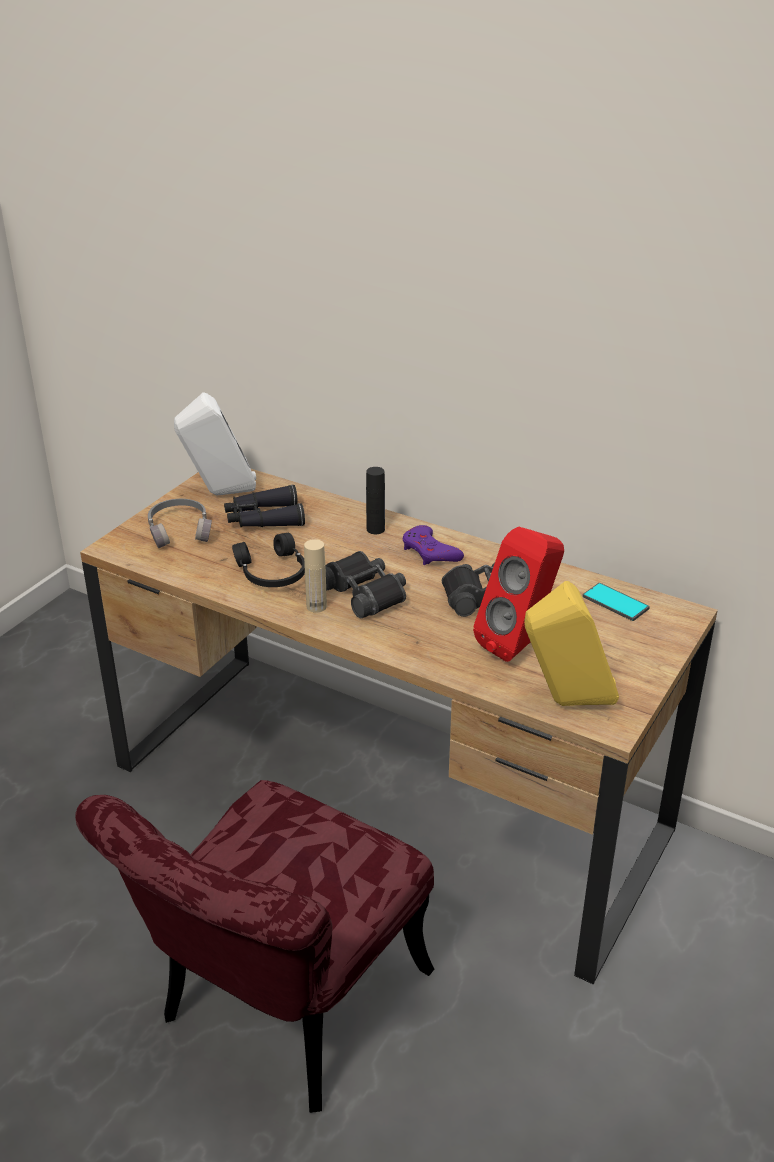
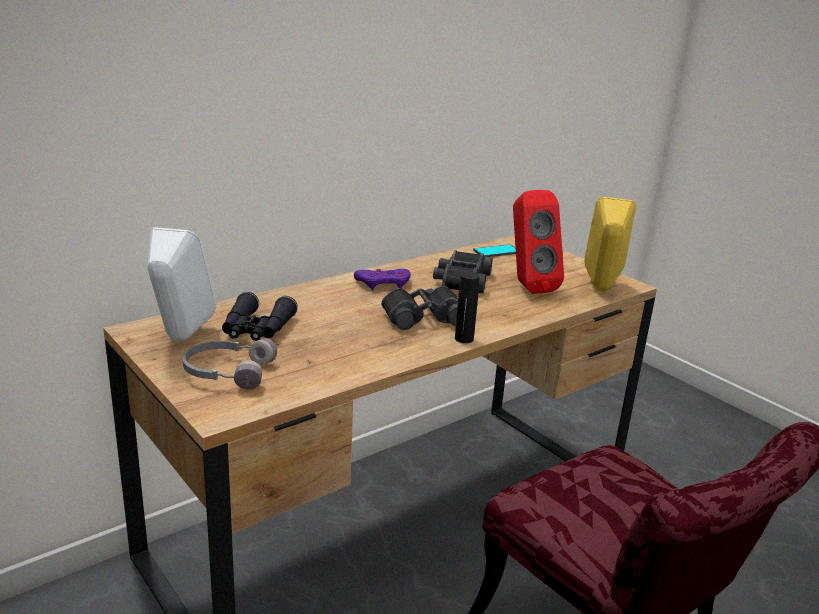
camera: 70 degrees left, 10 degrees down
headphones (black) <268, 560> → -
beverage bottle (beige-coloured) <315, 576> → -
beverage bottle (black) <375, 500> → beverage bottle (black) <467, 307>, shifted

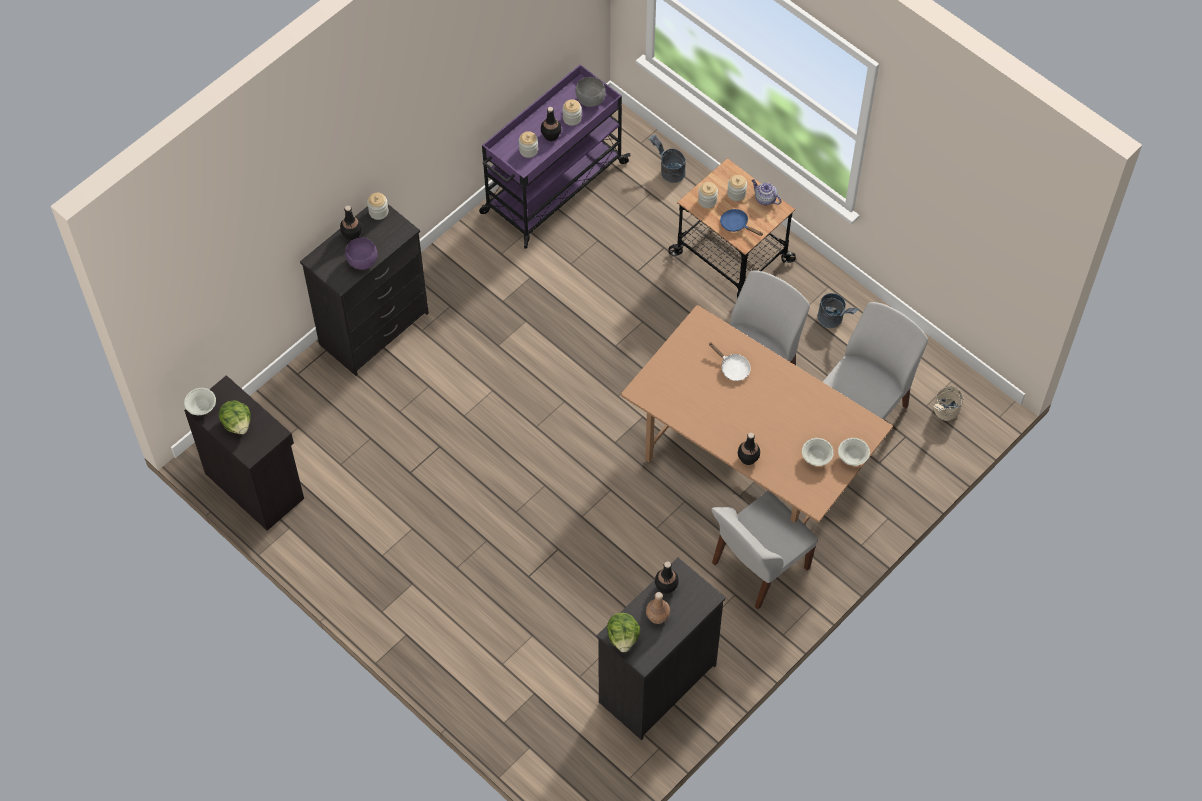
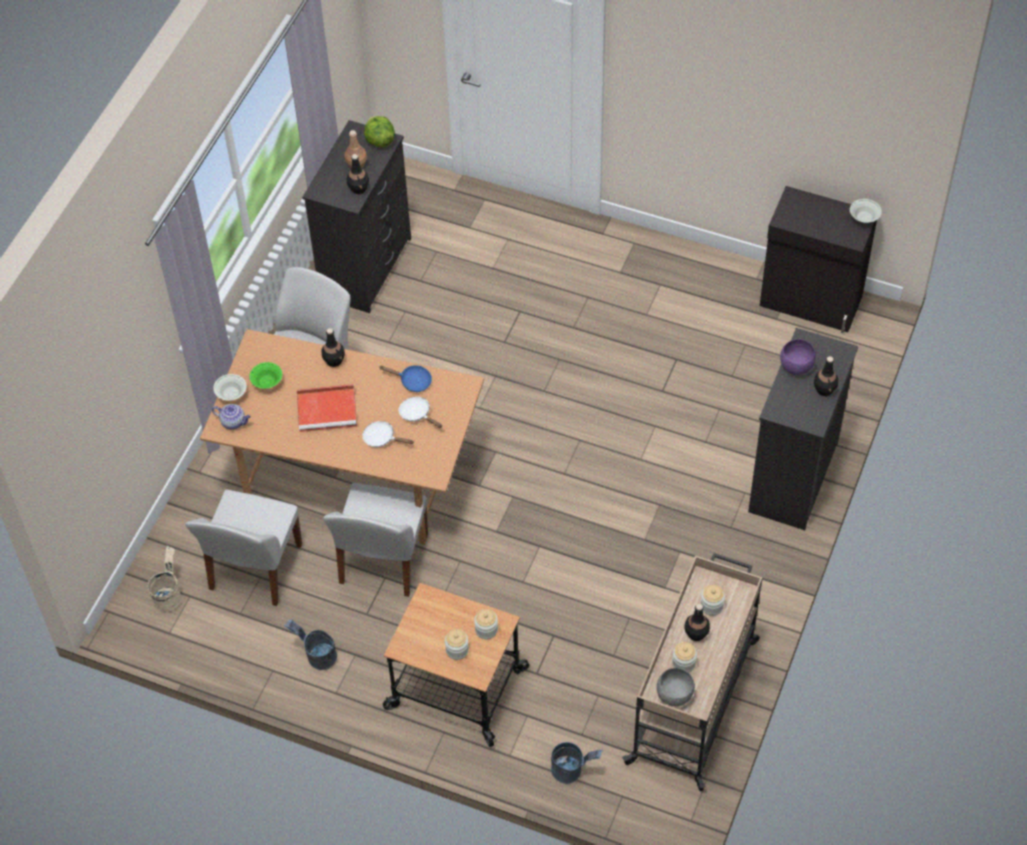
camera: 160 degrees right, 5 degrees down
lettuce <235, 417> → -
preserve jar <378, 206> → -
- → tray (red) <327, 408>
- → skillet (white-coloured) <420, 412>
skillet (bluish) <741, 222> → skillet (bluish) <406, 378>, shifted
teapot <766, 192> → teapot <231, 417>, shifted
wheeled cart (purplish) <555, 156> → wheeled cart (beige-coloured) <692, 672>
serving bowl (white-coloured) <818, 452> → serving bowl (green-coloured) <265, 375>

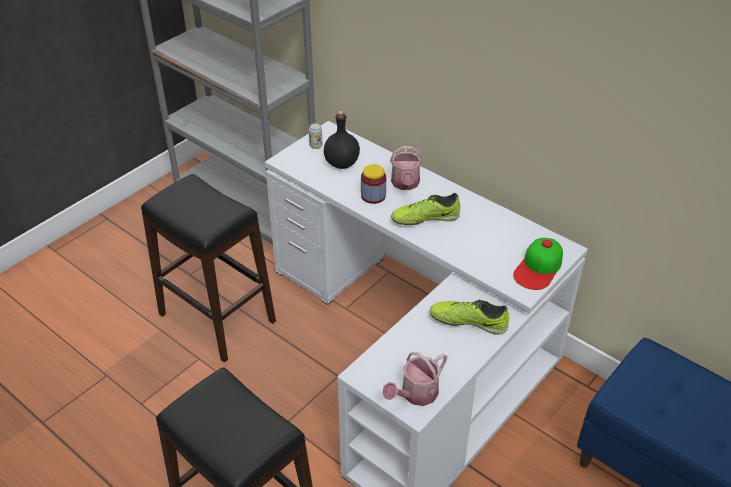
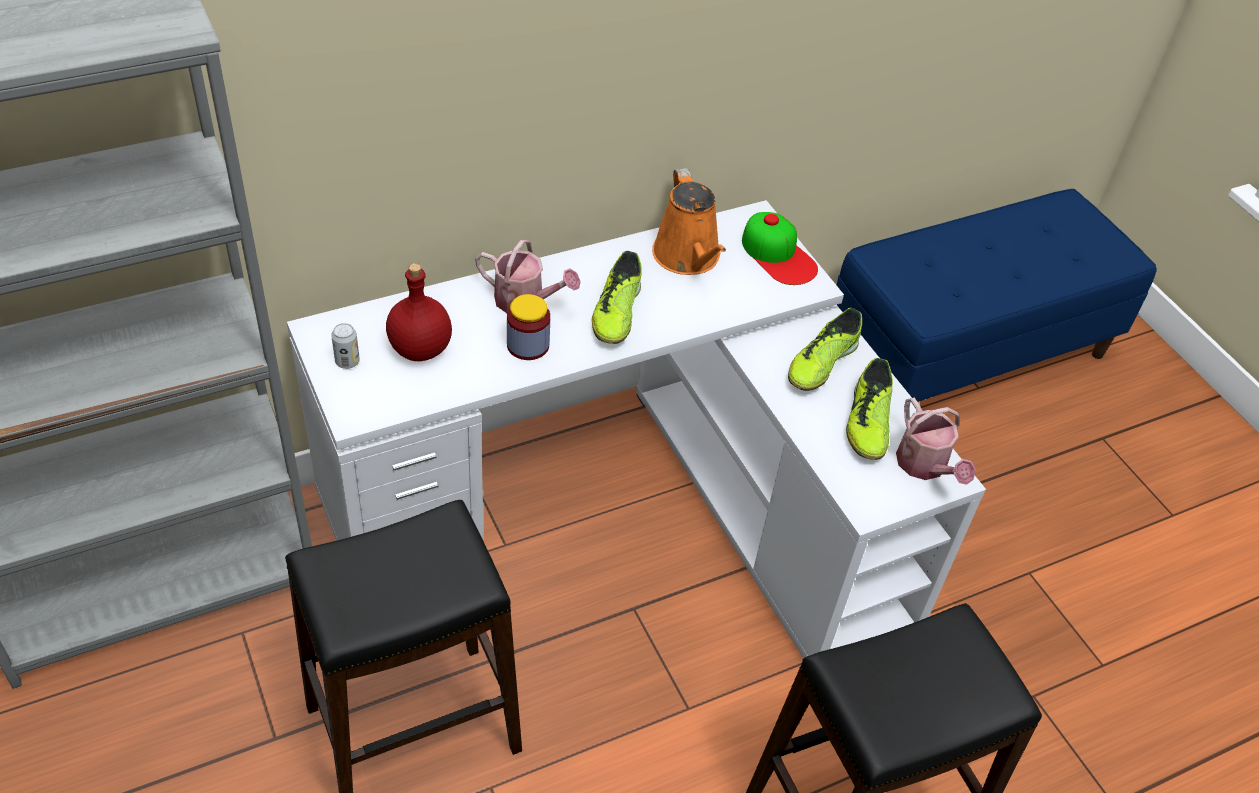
camera: 70 degrees left, 5 degrees up
- → sprinkling can (orange) <689, 221>
- → item of footwear <869, 409>
beverage bottle (black) <342, 139> → beverage bottle (red) <419, 312>

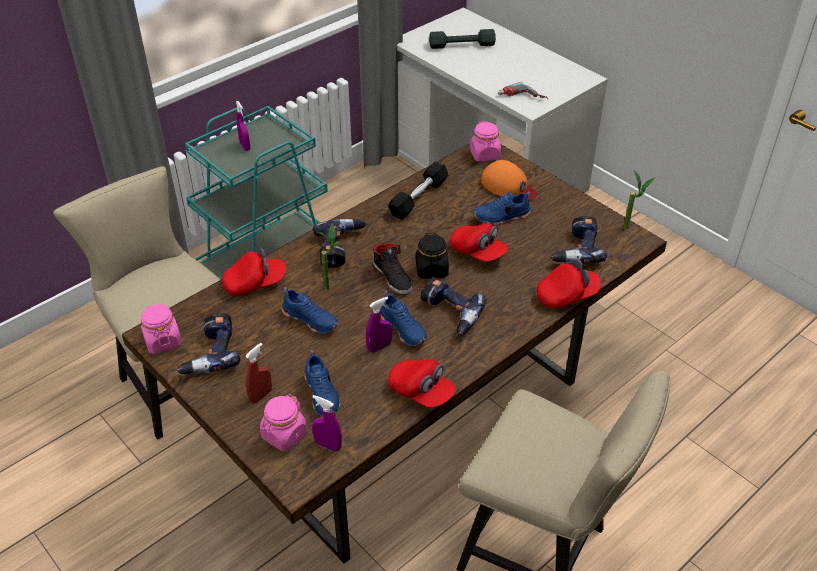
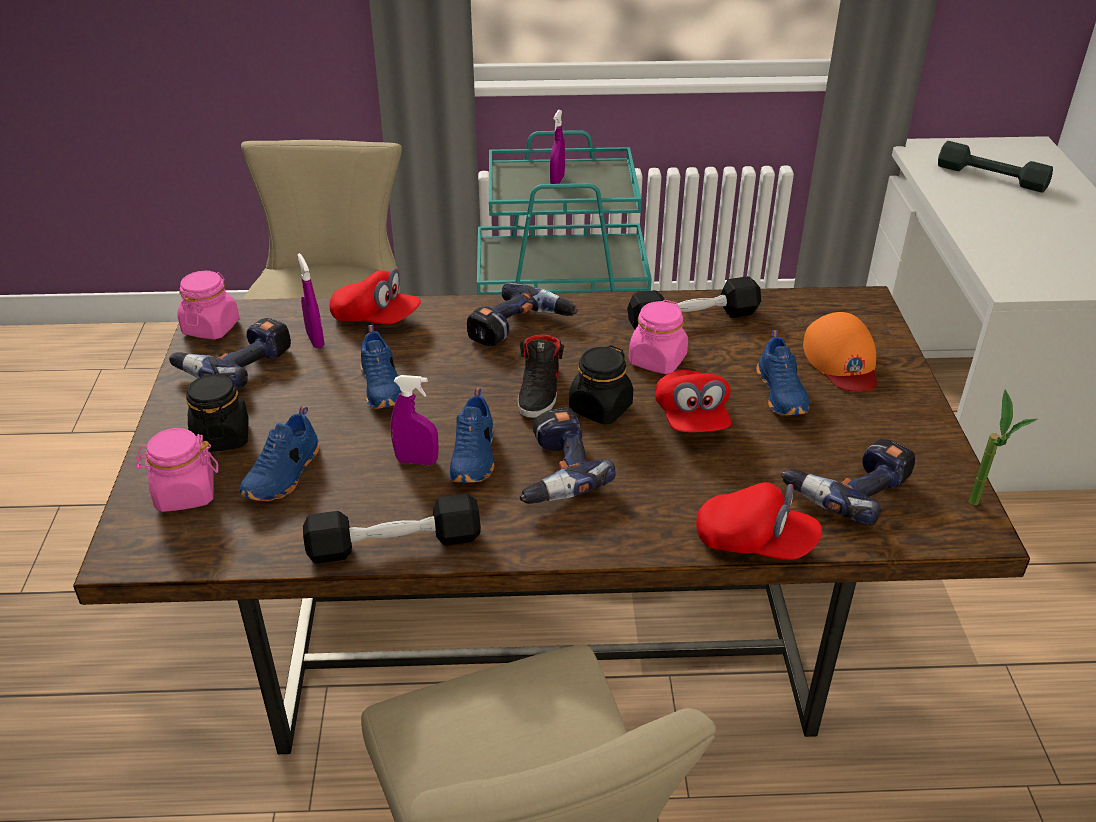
camera: 40 degrees right, 5 degrees down
plant in a pot <329, 256> → -
power drill <523, 90> → -
hand sprayer (purplish) <327, 423> → hand sprayer (purplish) <310, 300>, shifted
preserve jar (pinkish) <485, 141> → preserve jar (pinkish) <658, 337>, shifted
hand sprayer (red) <258, 373> → preserve jar (black) <217, 412>
baseball cap (red) <422, 383> → hand weight (black) <392, 529>
item of footwear (bluish) <502, 208> → item of footwear (bluish) <782, 373>, 120 degrees counterclockwise

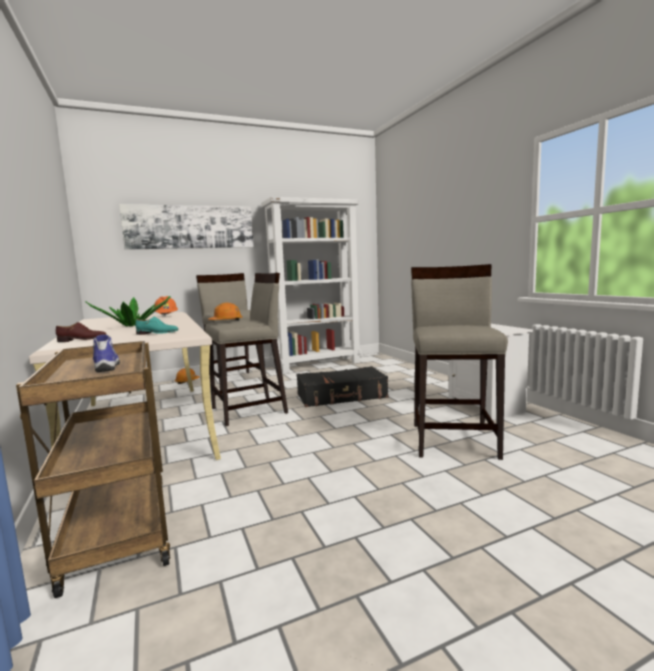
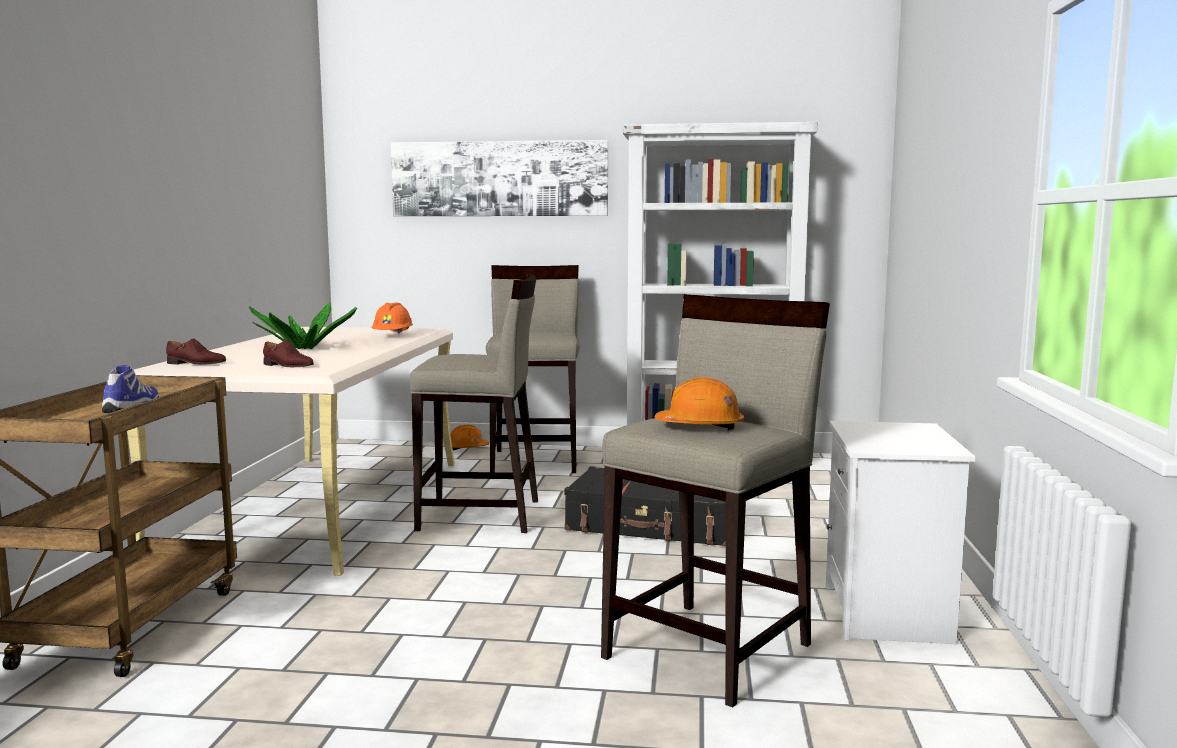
camera: 30 degrees right, 0 degrees up
safety helmet (orange) <225, 312> → safety helmet (orange) <699, 403>, shifted
item of footwear (turquoise) <156, 325> → item of footwear (brownish) <288, 353>

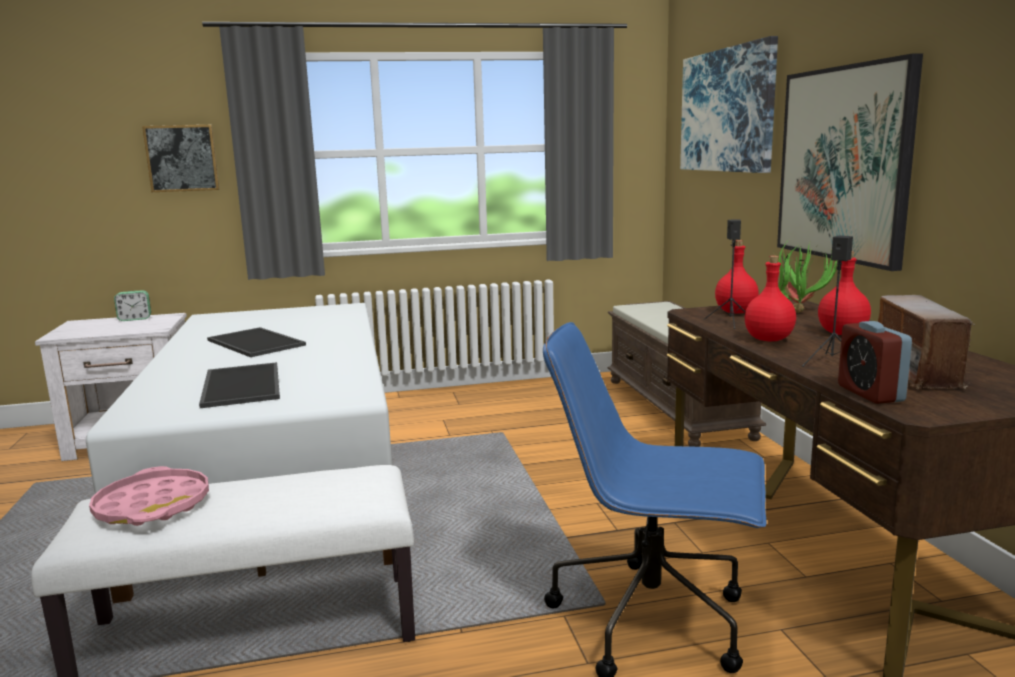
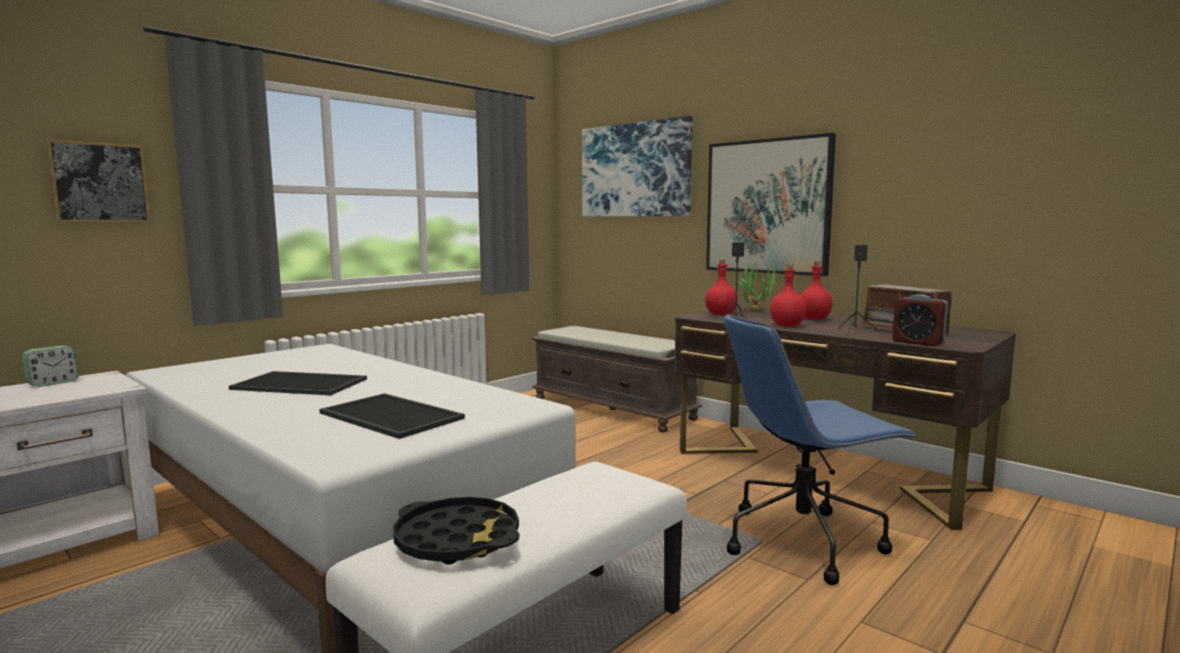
camera: 35 degrees left, 5 degrees down
tray (pinkish) <149, 496> → tray (black) <456, 530>

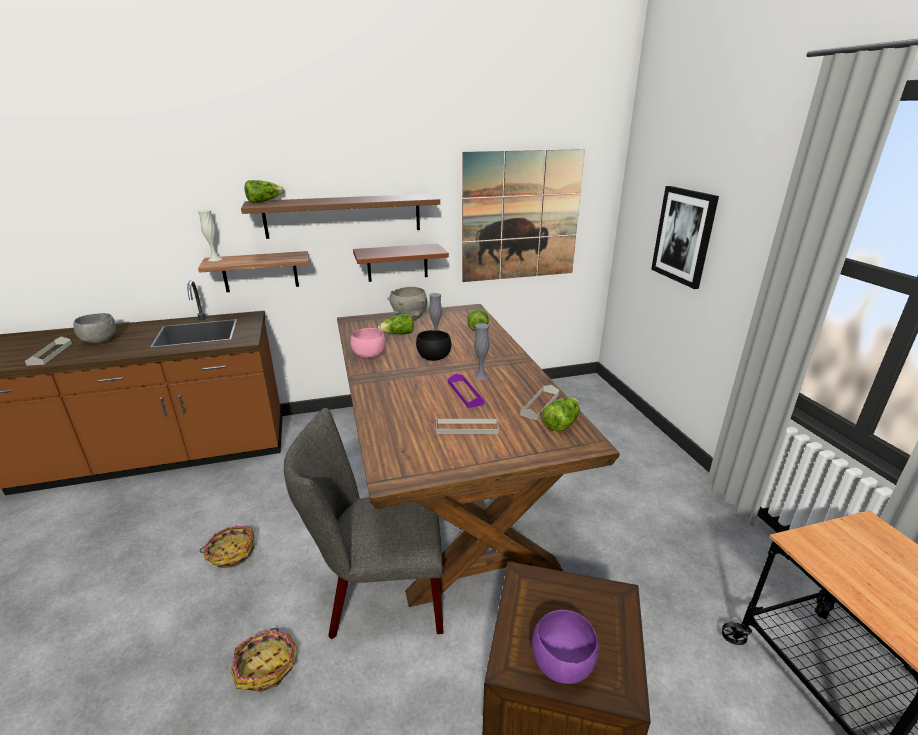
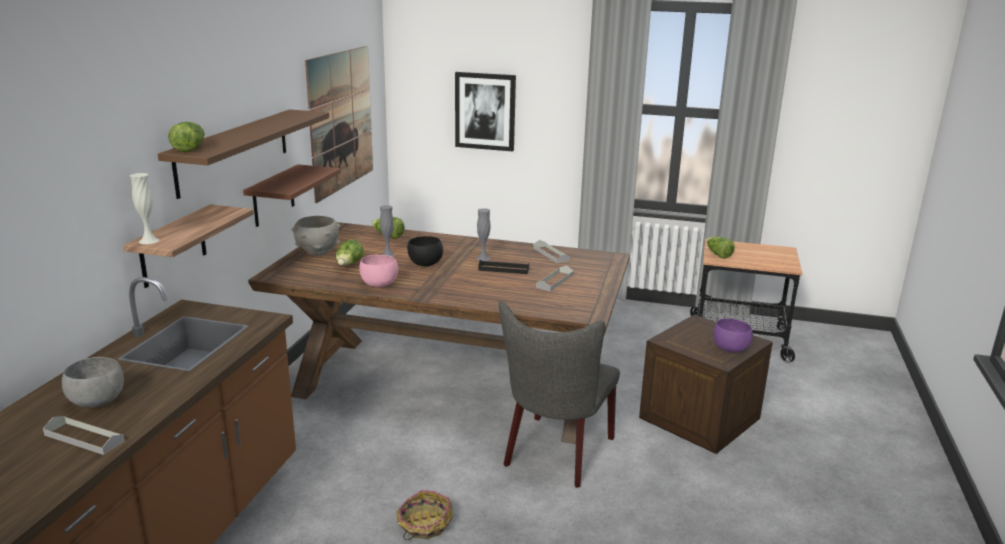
camera: 60 degrees left, 5 degrees down
household basket <264, 660> → -
lettuce <561, 414> → lettuce <721, 247>, shifted
tray (purplish) <466, 391> → tray (black) <503, 267>

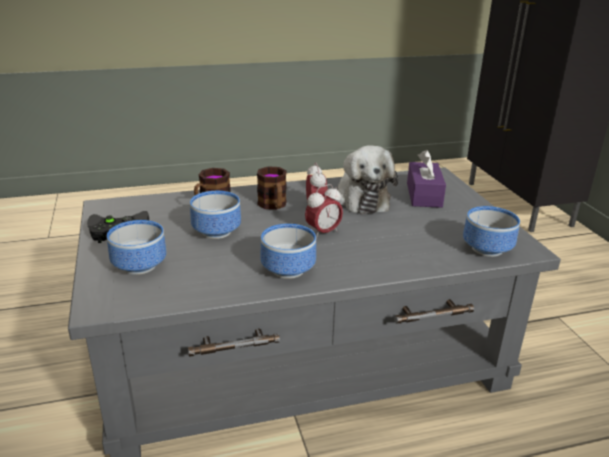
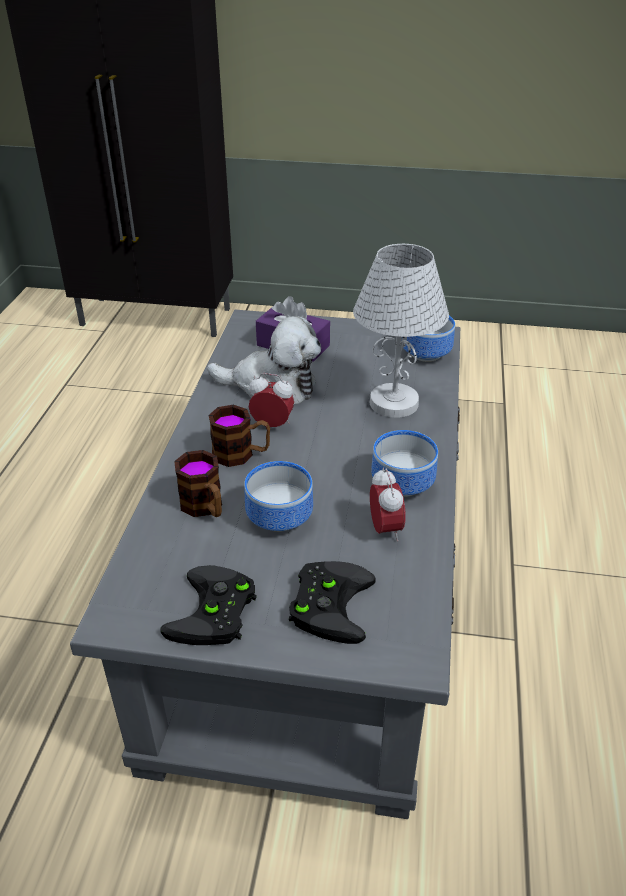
camera: 65 degrees left, 10 degrees up
- → tabletop lamp (white-coloured) <401, 331>
alarm clock <324, 211> → alarm clock <388, 504>, shifted
serving bowl <136, 247> → joypad (black) <332, 602>

